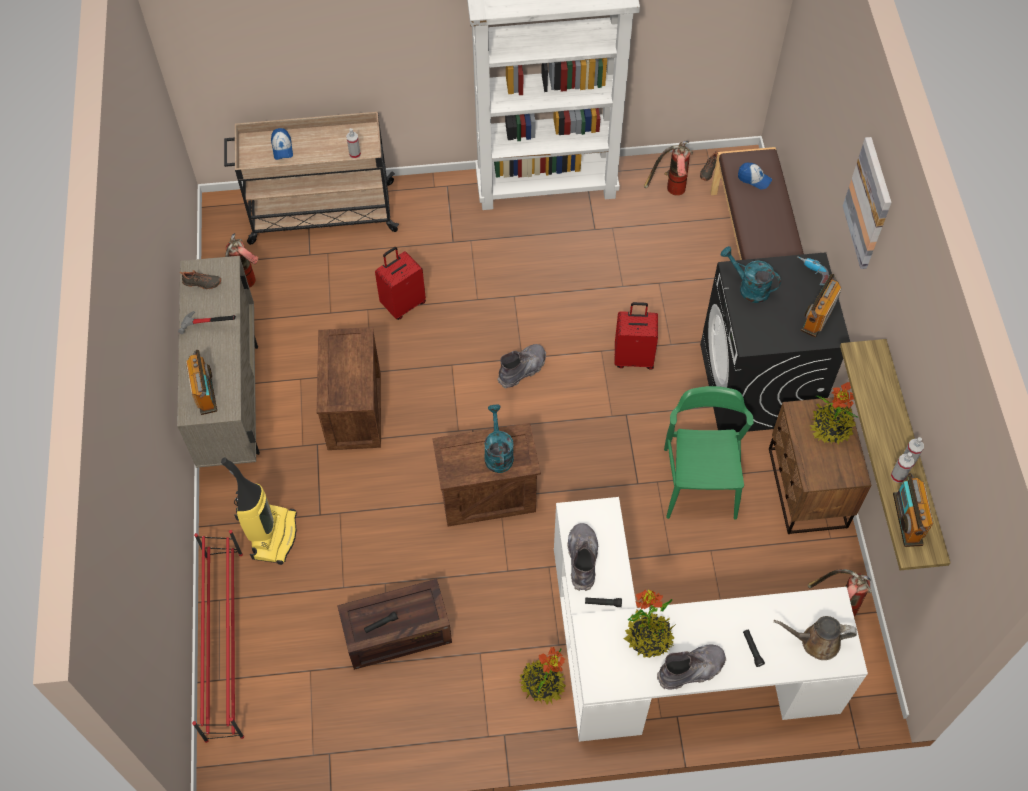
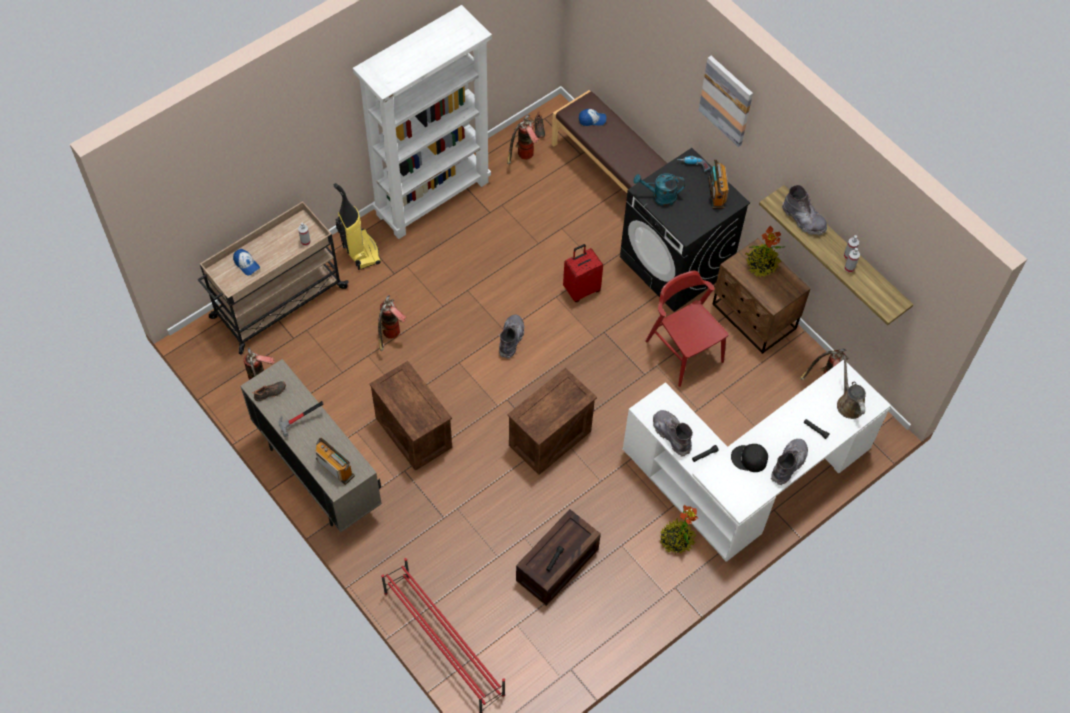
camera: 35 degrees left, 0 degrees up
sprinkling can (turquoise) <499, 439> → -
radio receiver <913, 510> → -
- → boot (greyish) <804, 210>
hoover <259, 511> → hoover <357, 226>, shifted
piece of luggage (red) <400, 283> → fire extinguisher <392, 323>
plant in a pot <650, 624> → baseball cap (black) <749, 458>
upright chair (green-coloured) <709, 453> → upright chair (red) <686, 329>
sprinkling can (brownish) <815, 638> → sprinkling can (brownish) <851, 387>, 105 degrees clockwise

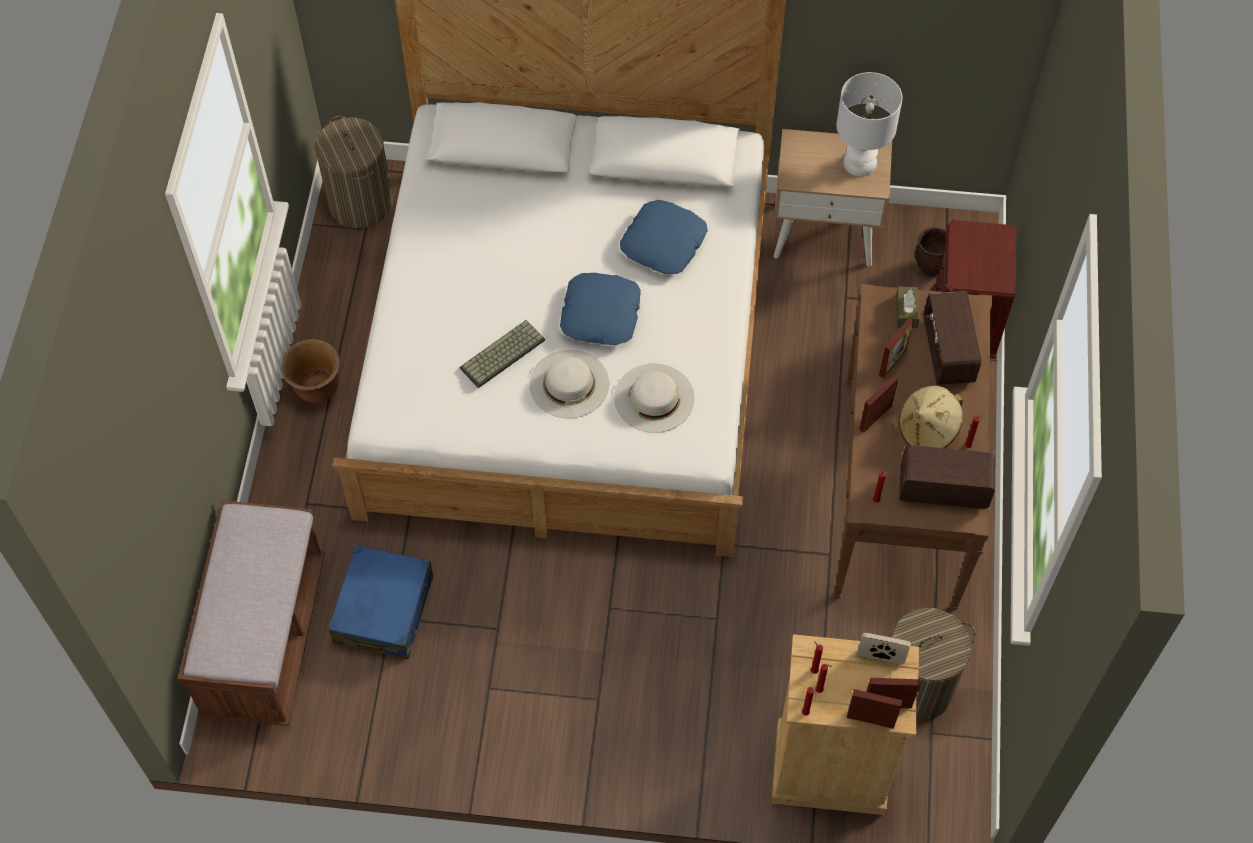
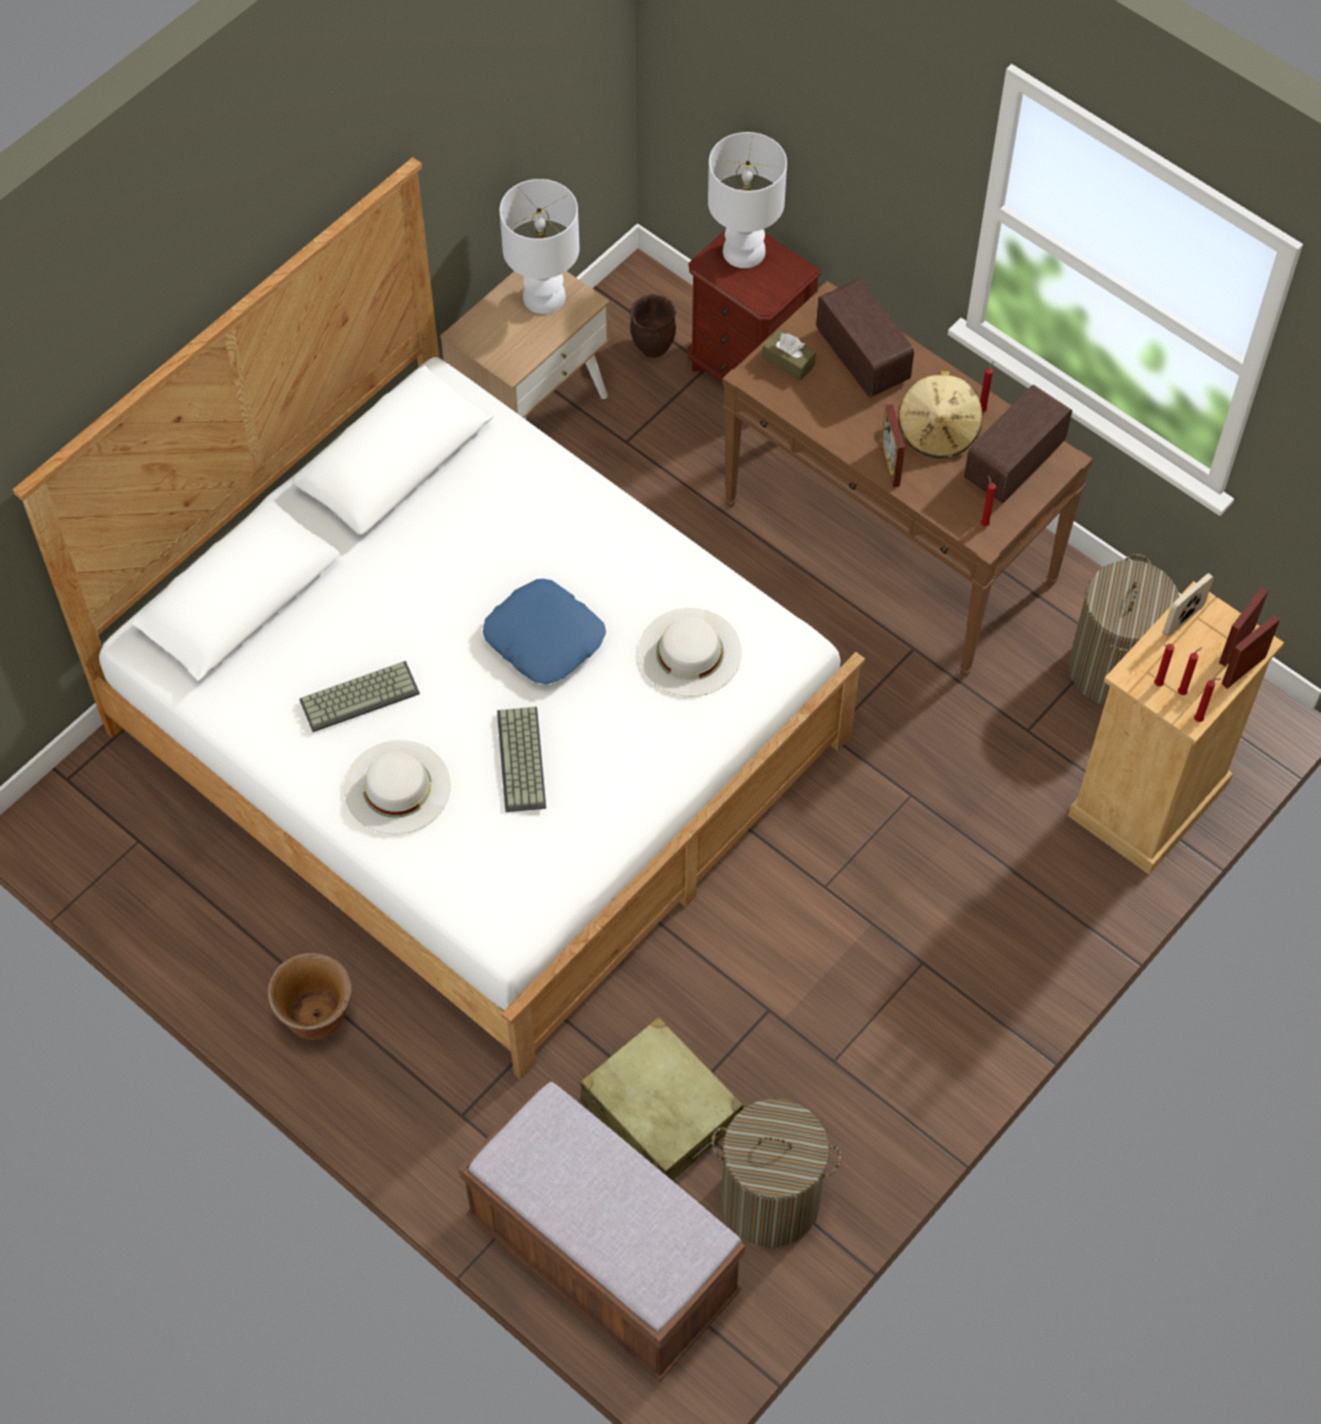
camera: 55 degrees left, 0 degrees up
pillow (bluish) <664, 237> → -
photo frame <896, 348> → -
- → computer keyboard <359, 696>
- → tabletop lamp (white-coloured) <747, 200>
washing basket <354, 172> → washing basket <776, 1173>, shifted
hat (white-coloured) <569, 384> → hat (white-coloured) <397, 787>, shifted
piece of luggage (bluish) <380, 602> → piece of luggage (beige-coloured) <661, 1099>
radio receiver <952, 338> → radio receiver <865, 338>, 150 degrees counterclockwise

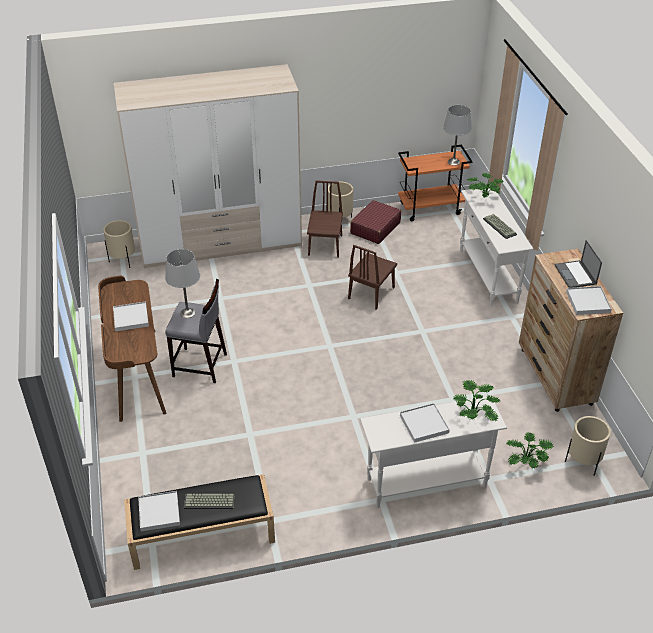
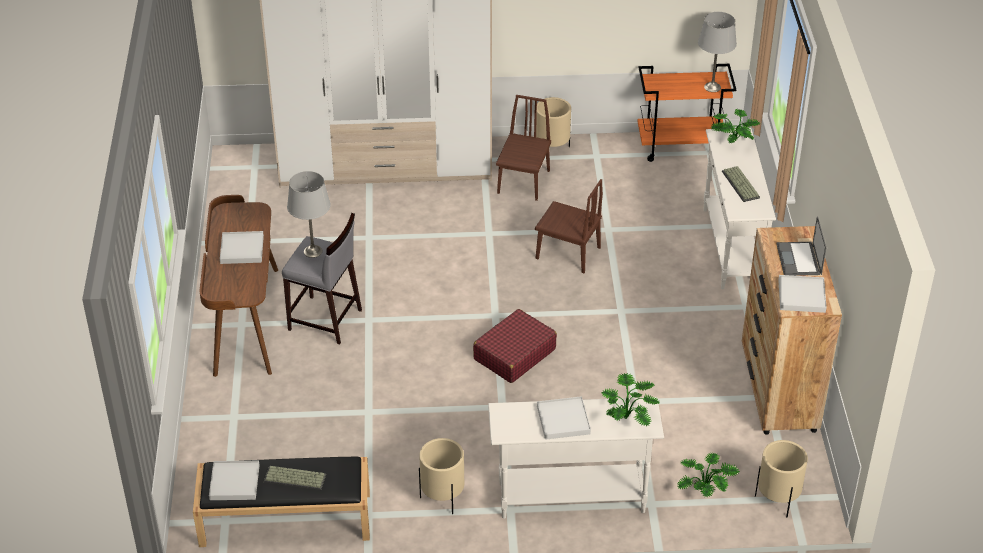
camera: 10 degrees right, 0 degrees up
plant pot (beige-coloured) <119, 244> → plant pot (beige-coloured) <441, 476>, shifted
piece of luggage (red) <375, 222> → piece of luggage (red) <515, 346>, shifted
upright chair (brownish) <372, 277> → upright chair (brownish) <569, 226>, 105 degrees counterclockwise

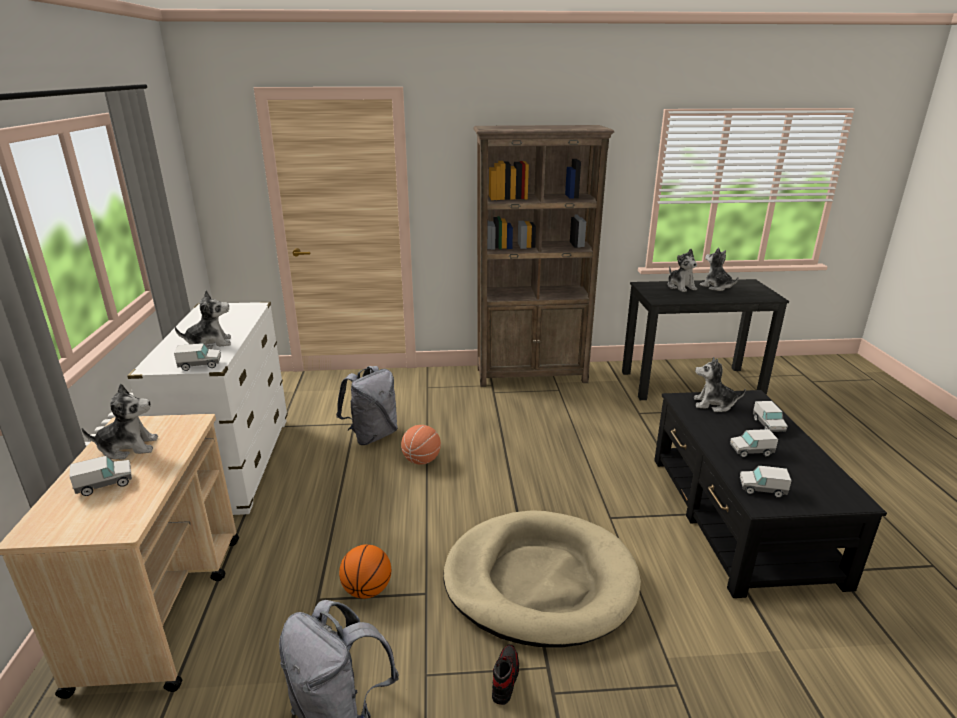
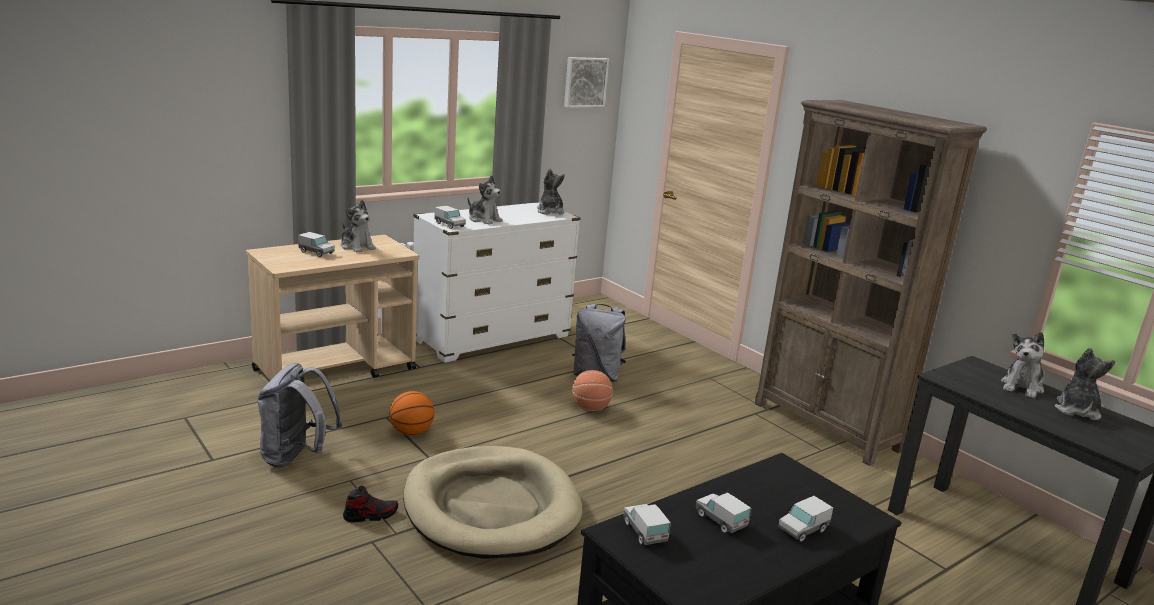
camera: 55 degrees right, 5 degrees down
- → wall art <586, 82>
soft toy <720, 384> → soft toy <551, 191>, shifted

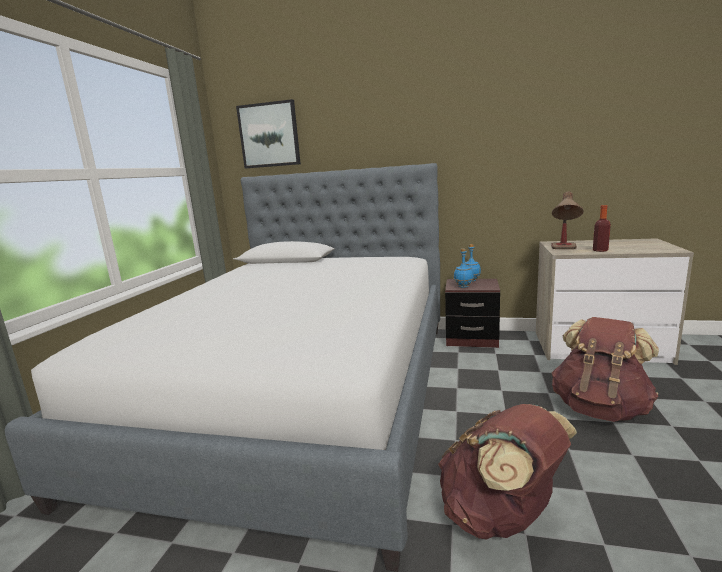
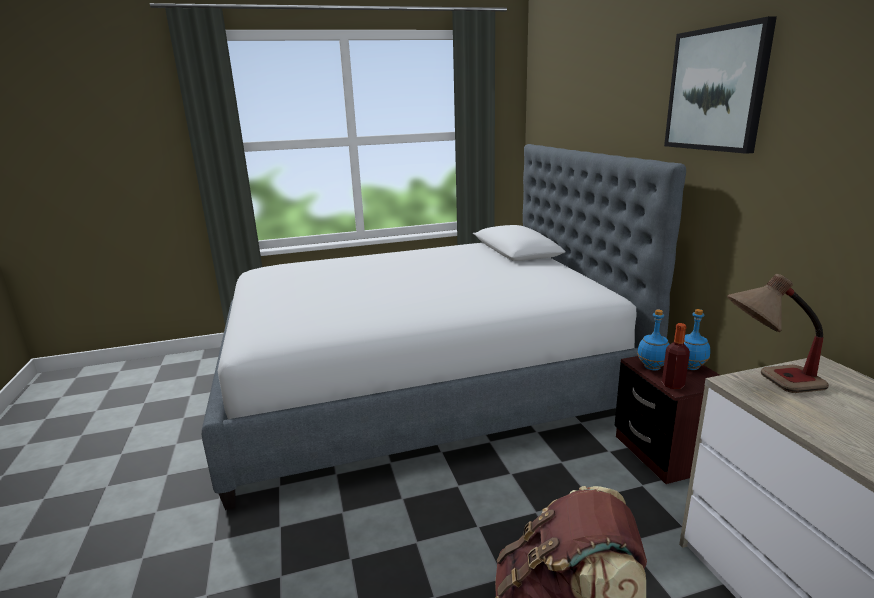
camera: 60 degrees right, 5 degrees up
backpack (brownish) <507, 472> → -
wall art <268, 133> → wall art <720, 85>, shifted
beverage bottle <602, 228> → beverage bottle <676, 356>, shifted

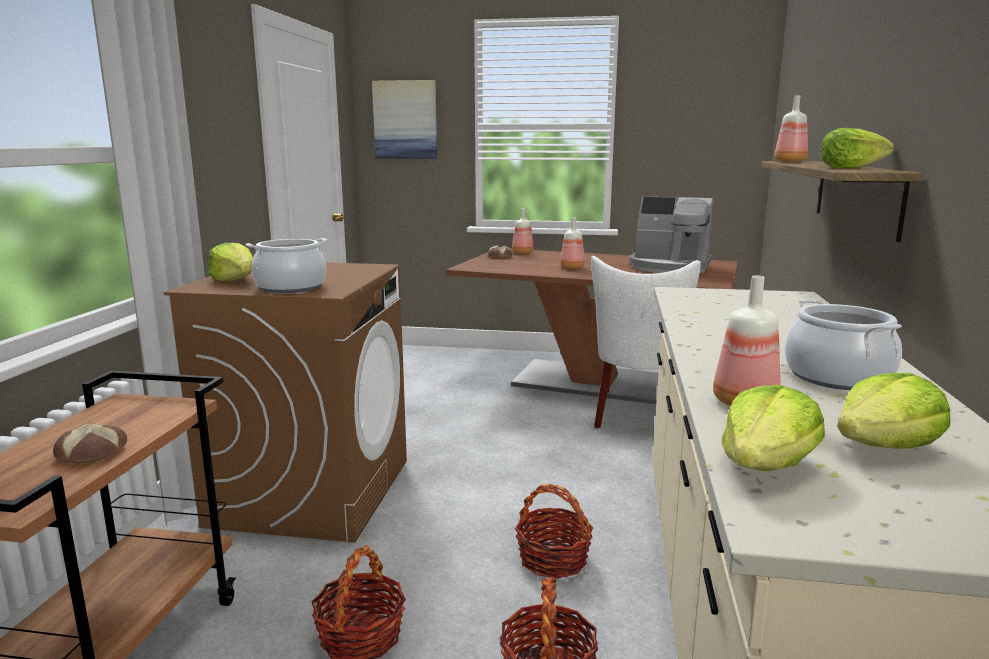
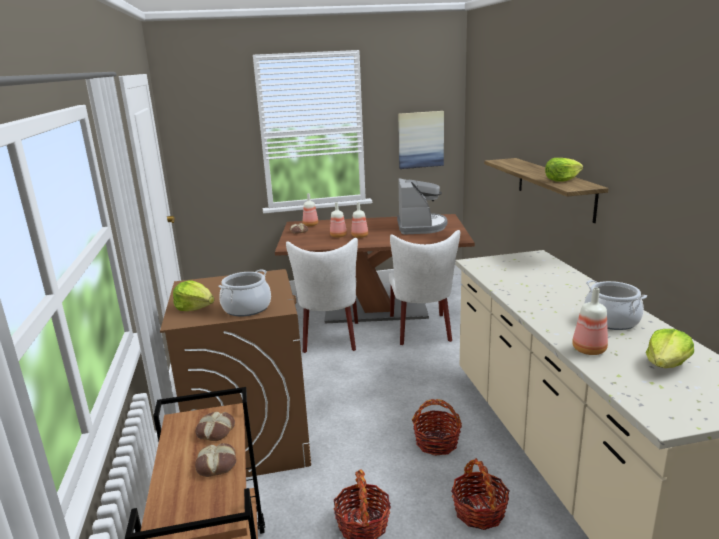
camera: 20 degrees left, 5 degrees up
lettuce <773, 428> → -
- → baked bread <215, 426>
- → upright chair (white-coloured) <322, 295>
wall art <404, 119> → wall art <421, 140>, shifted
beverage bottle <791, 129> → beverage bottle <338, 220>, shifted
coffee maker <671, 235> → coffee maker <422, 206>, 90 degrees counterclockwise

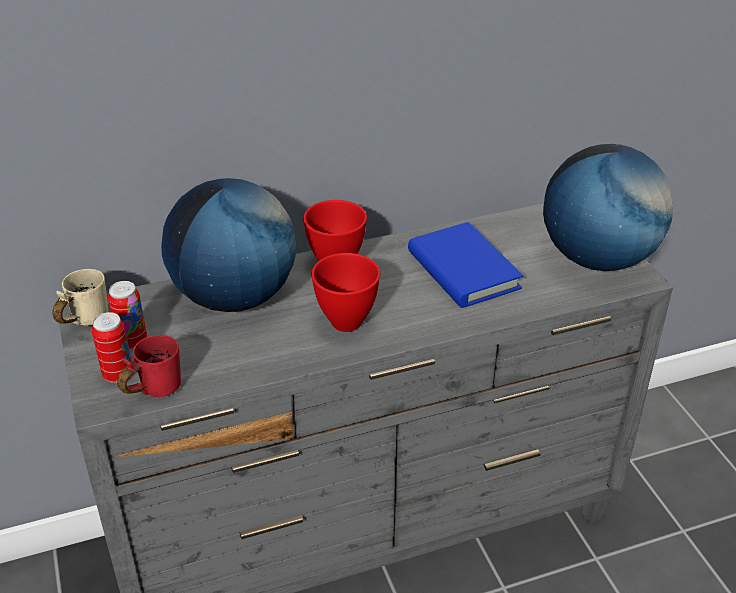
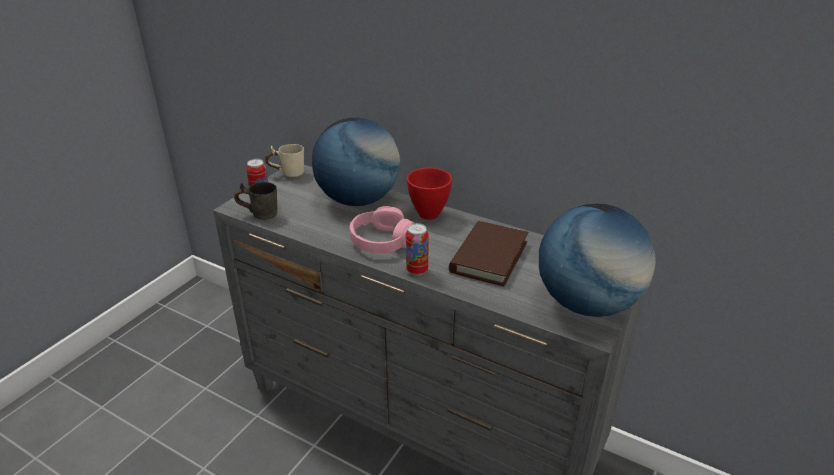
camera: 50 degrees right, 5 degrees down
sealed can <127, 315> → sealed can <417, 249>, shifted
serving bowl (red) <345, 292> → headphones (pinkish) <382, 230>
mug (red) <149, 366> → mug (greyish) <255, 200>
volume (bluish) <466, 265> → volume (brownish) <488, 253>

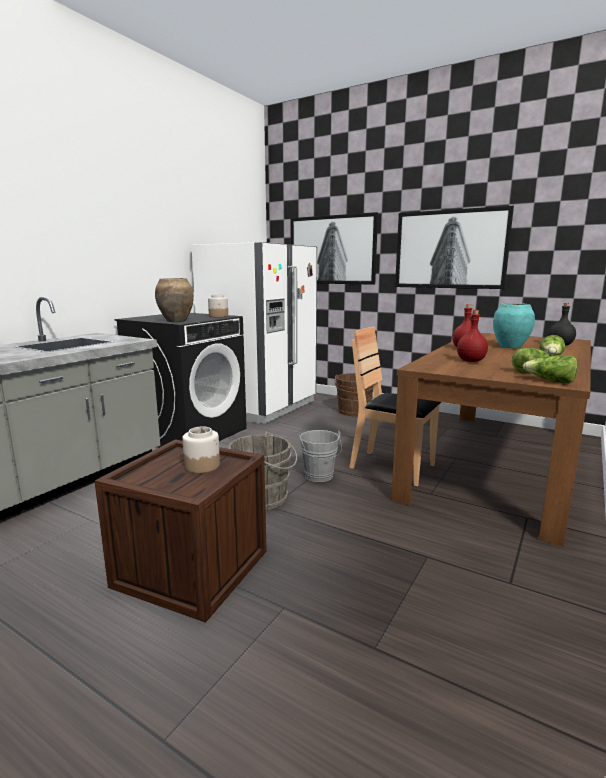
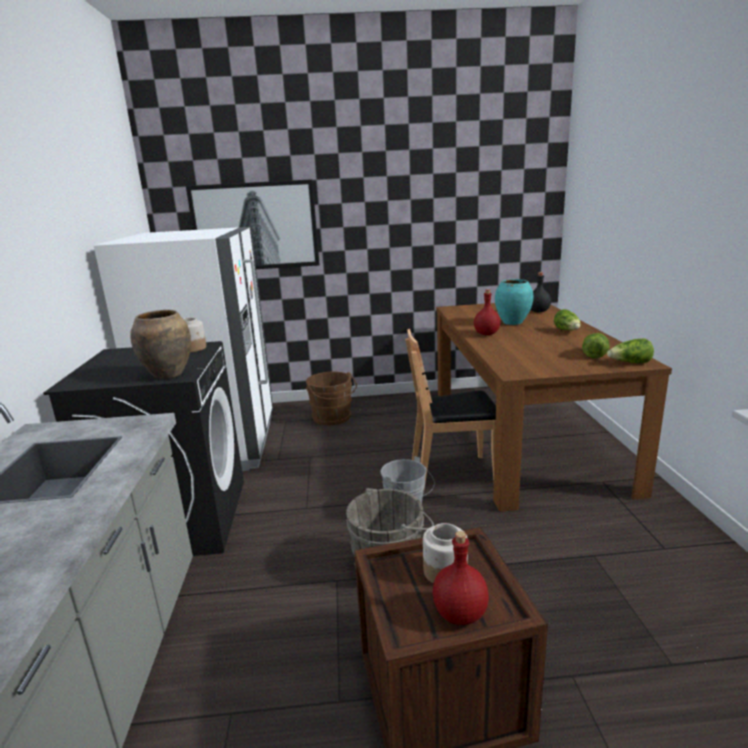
camera: 35 degrees left, 5 degrees up
wall art <454, 247> → -
beverage bottle (red) <472, 336> → beverage bottle (red) <461, 578>, shifted

